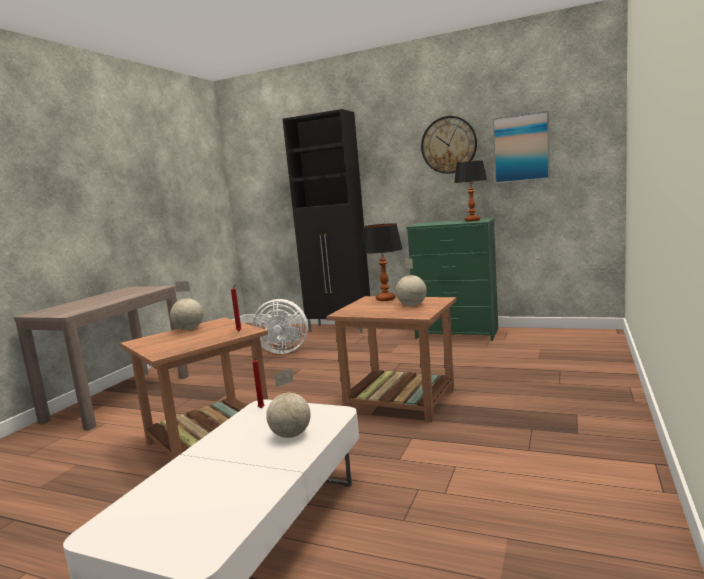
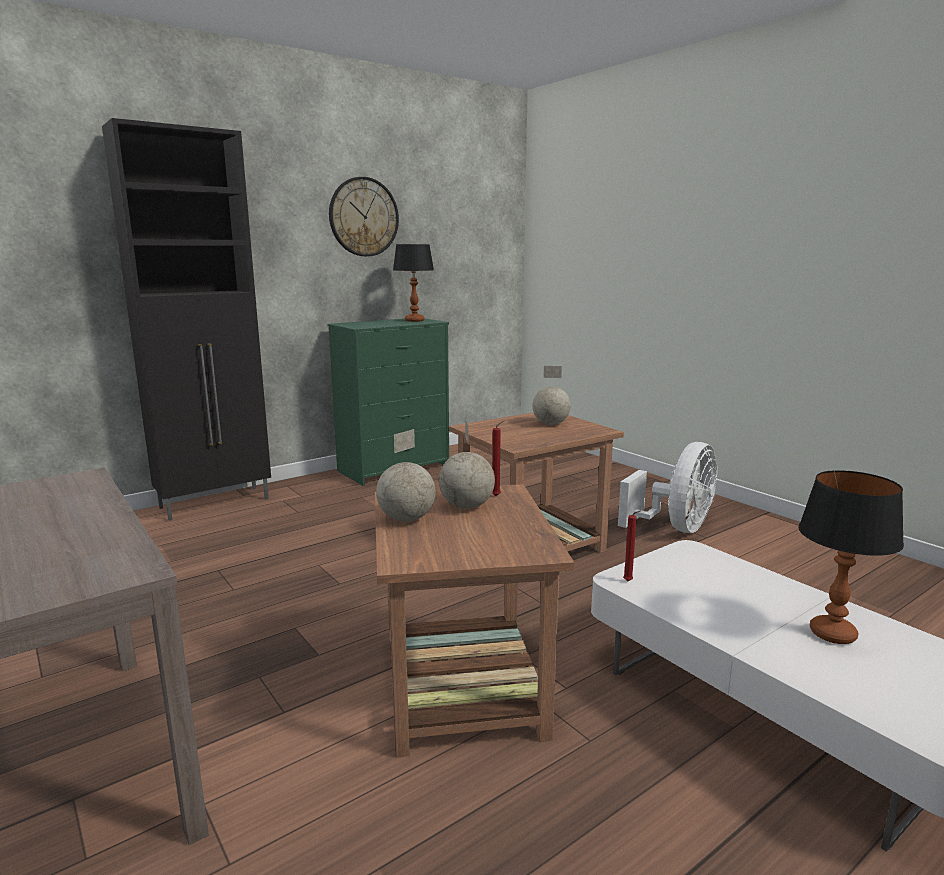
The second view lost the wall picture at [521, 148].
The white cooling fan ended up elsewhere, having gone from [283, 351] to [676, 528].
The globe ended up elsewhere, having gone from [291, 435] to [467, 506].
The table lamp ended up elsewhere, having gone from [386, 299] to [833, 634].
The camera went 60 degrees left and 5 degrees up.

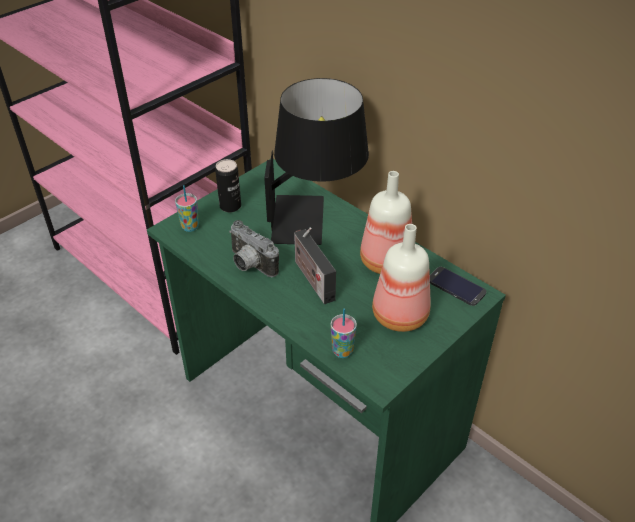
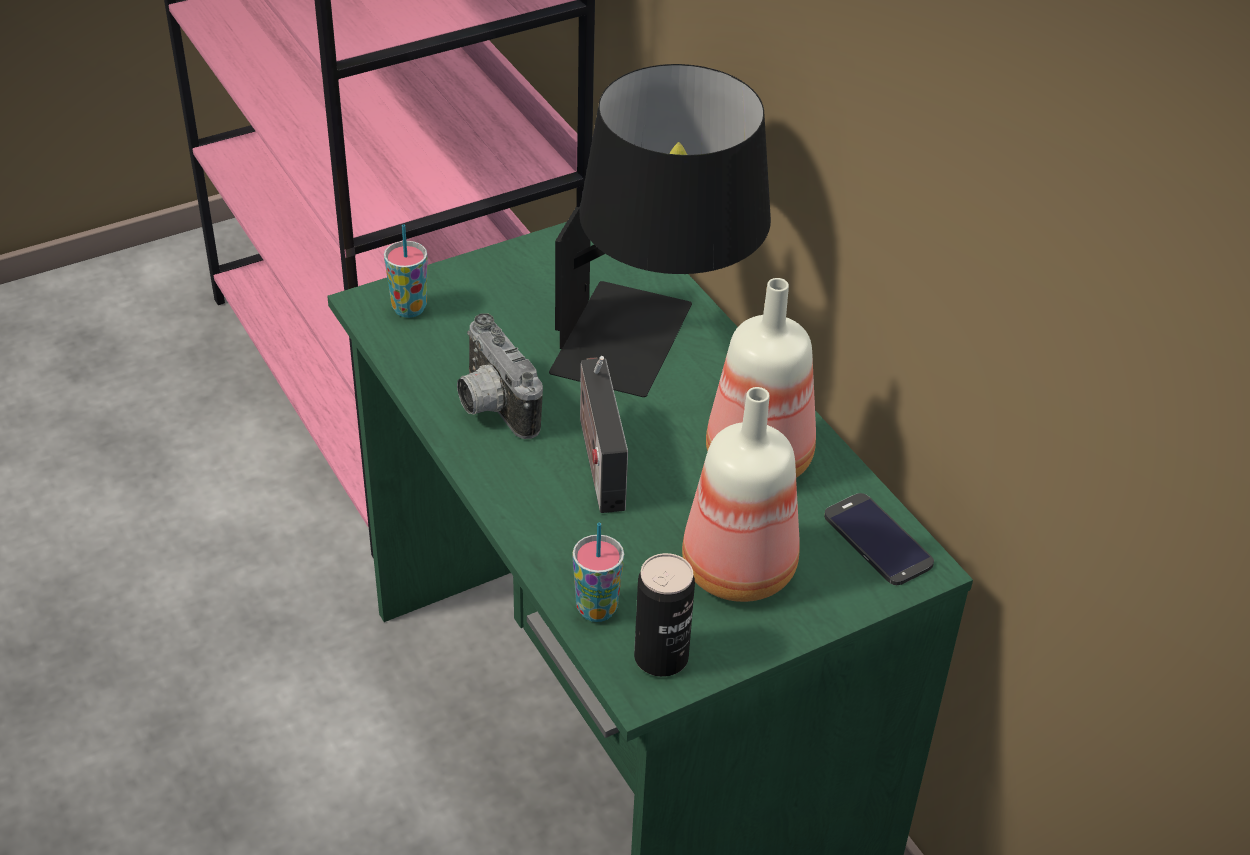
The can ended up elsewhere, having gone from [230, 206] to [661, 657].
The camera went 15 degrees right and 0 degrees up.

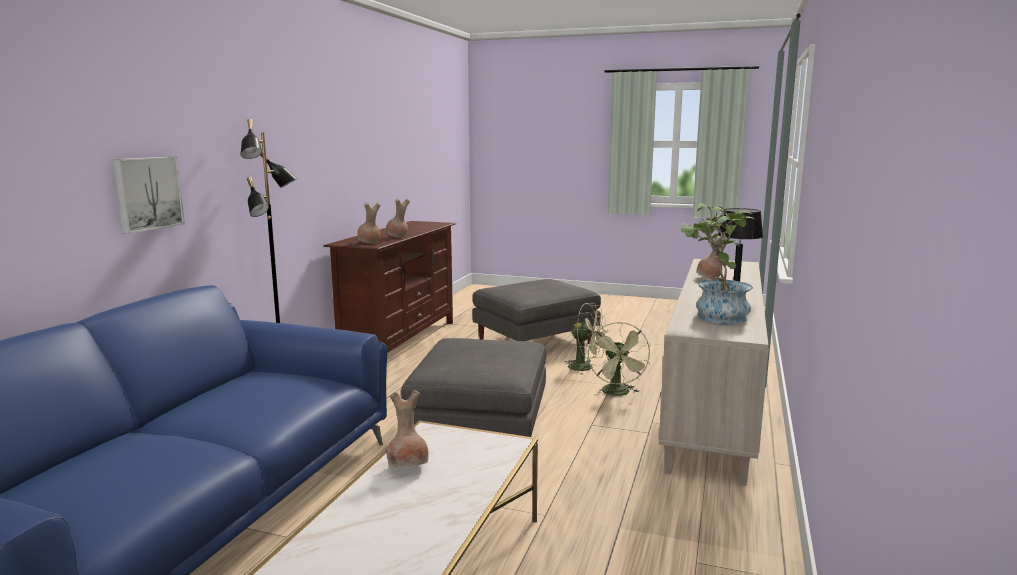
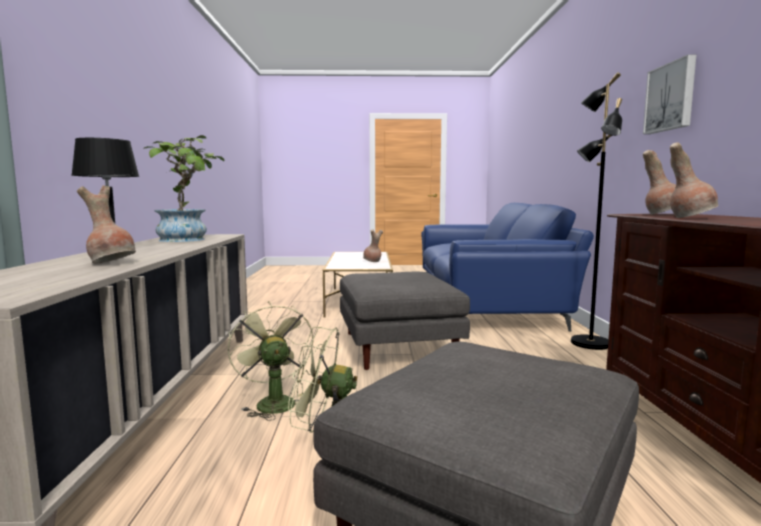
The wall picture ended up elsewhere, having gone from [147, 193] to [671, 97].
The camera went 160 degrees right and 5 degrees down.

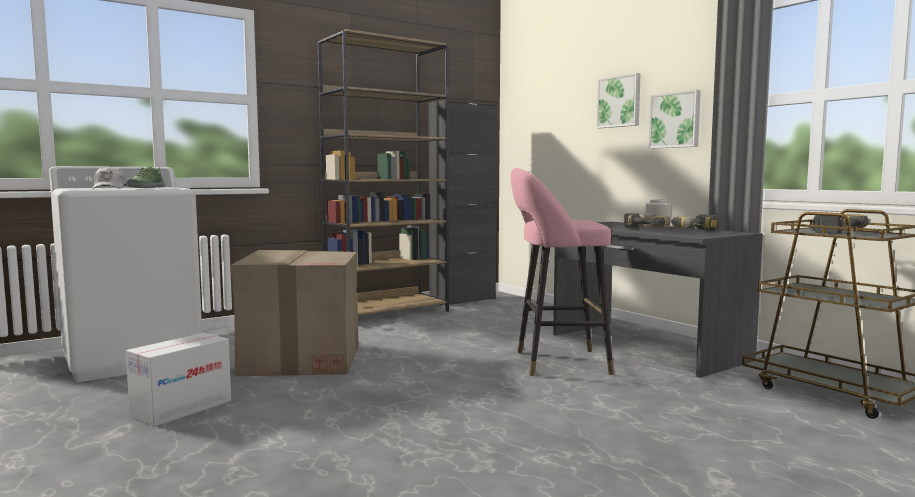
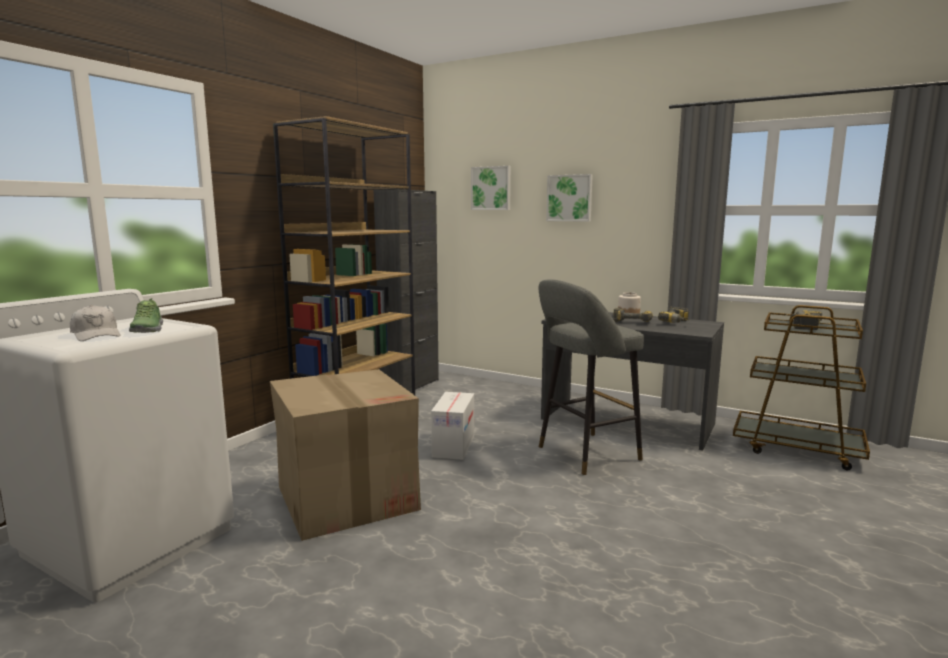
The cardboard box ended up elsewhere, having gone from [182, 408] to [453, 446].
The wall picture ended up elsewhere, having gone from [675, 120] to [491, 188].
What was the pink-coloured sitting stool at [556, 363] turned into the gray sitting stool at [584, 454].
The camera went 25 degrees left and 5 degrees up.

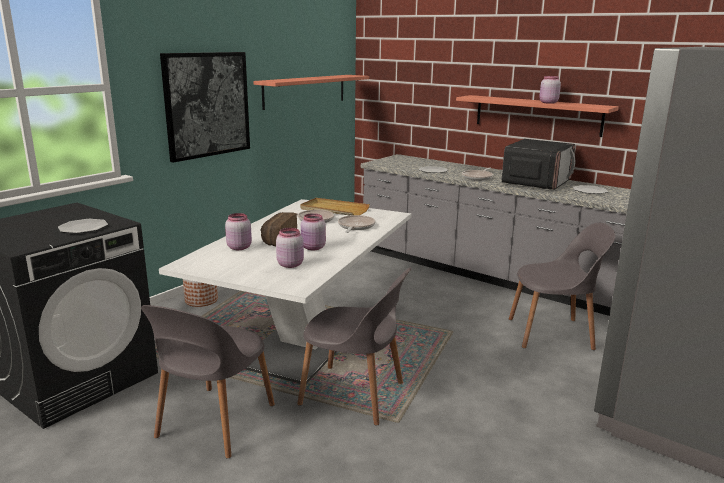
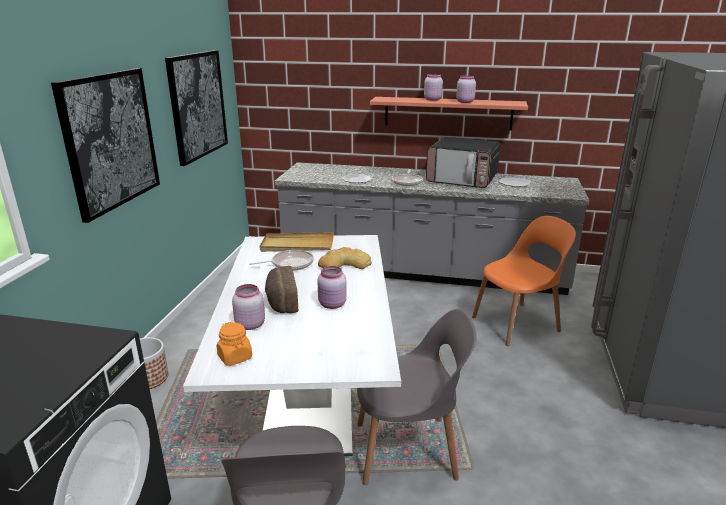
The second view lost the plate at [83, 227].
The second view gained the orangey preserve jar at [235, 357].
The pink-coloured preserve jar ended up elsewhere, having gone from [290, 264] to [432, 99].
Where the bracket shelf hung at [305, 91], the wall picture came to hang at [197, 105].
Where the frying pan stood at [355, 227], the bread came to stand at [344, 264].
What was the gray plain chair at [553, 334] turned into the orangey plain chair at [517, 323].
The microwave oven at [537, 182] ended up facing another way, 105 degrees clockwise from before.
The camera went 25 degrees left and 5 degrees up.

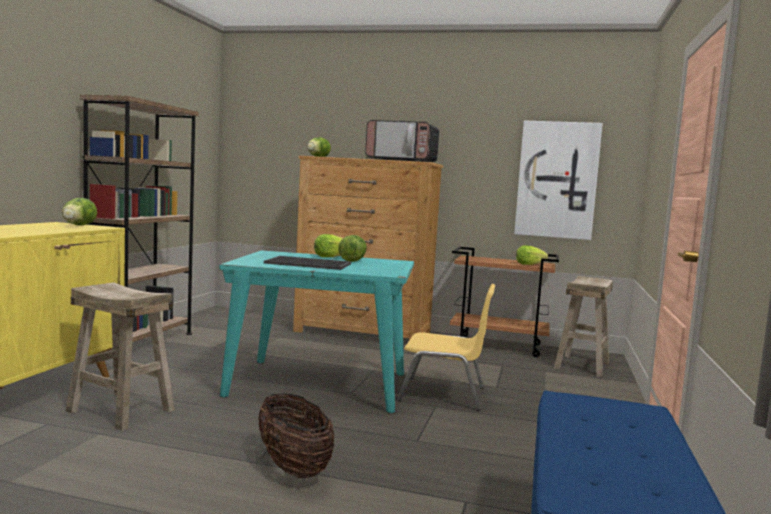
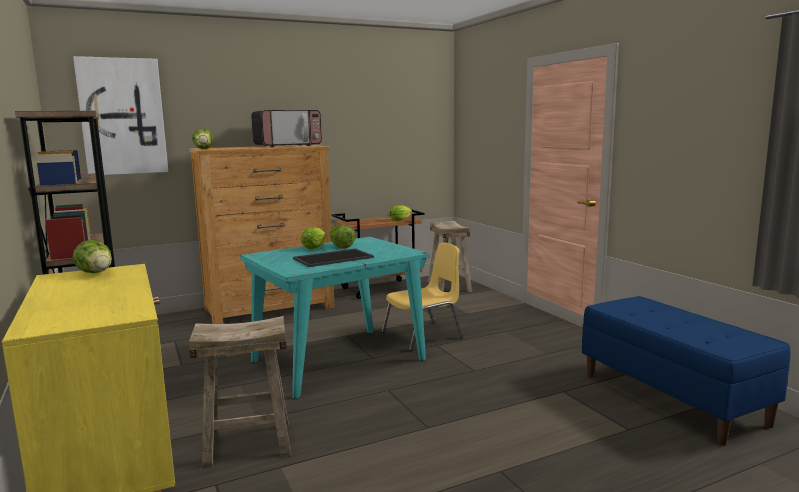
The second view lost the storage basket at [293, 467].
The wall picture ended up elsewhere, having gone from [557, 180] to [123, 116].
The camera went 40 degrees left and 5 degrees up.

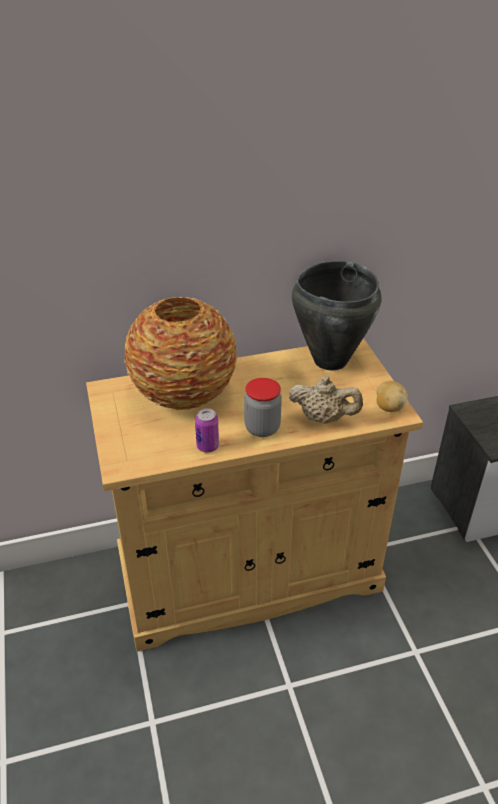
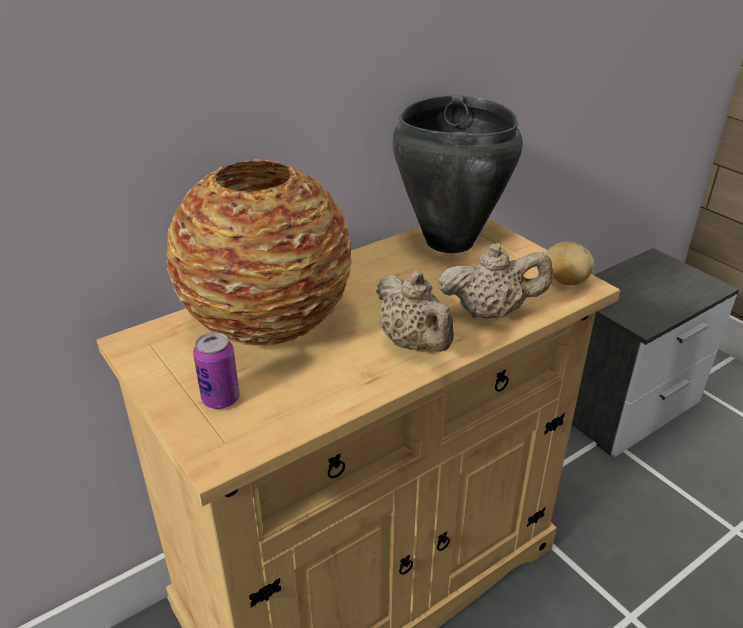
The can ended up elsewhere, having gone from [207, 446] to [221, 399].
Where the preserve jar stood at [262, 428], the sand-coloured pot for tea came to stand at [414, 344].
The camera went 20 degrees left and 5 degrees down.

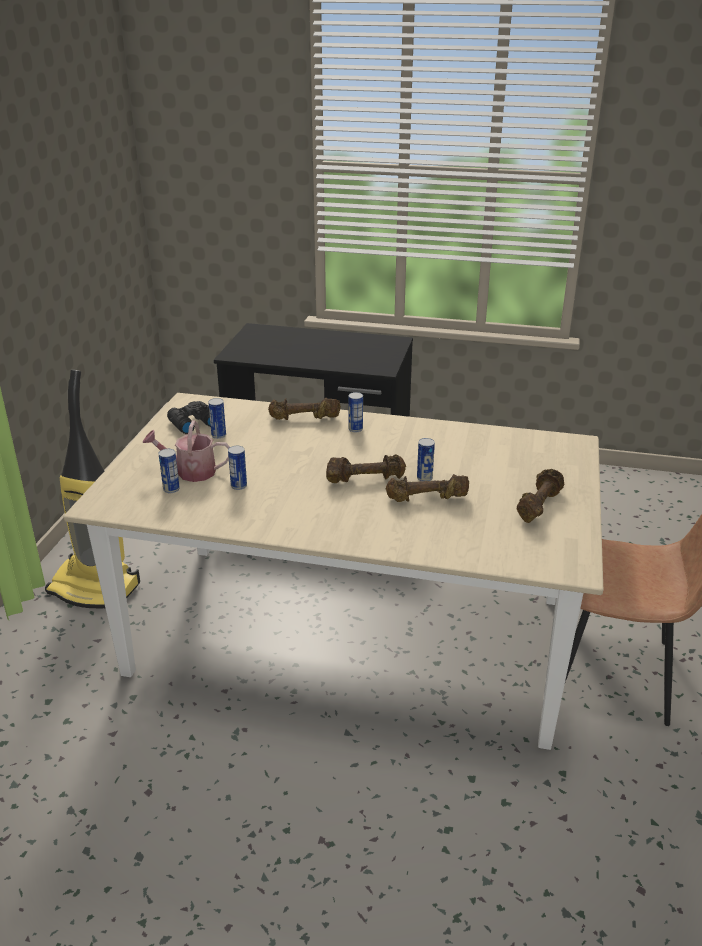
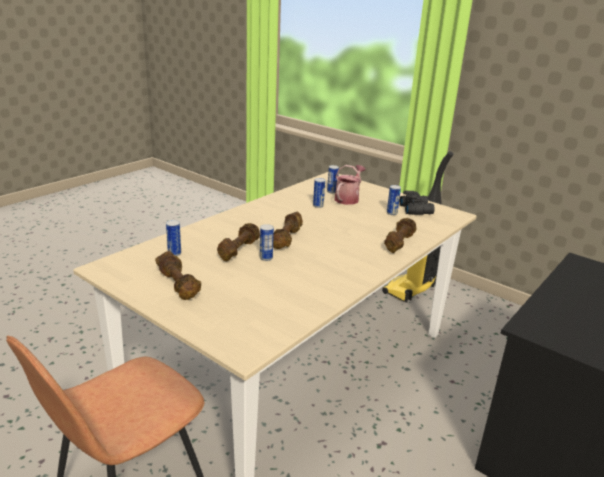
The can ended up elsewhere, having gone from [355, 429] to [174, 254].
The camera went 115 degrees right and 5 degrees down.

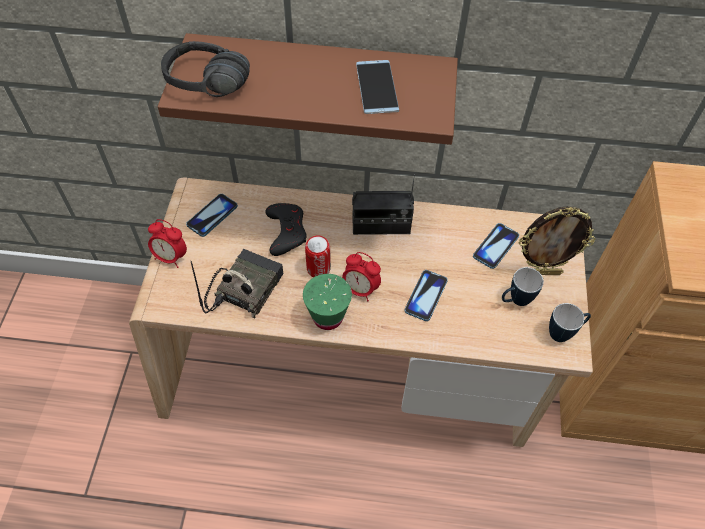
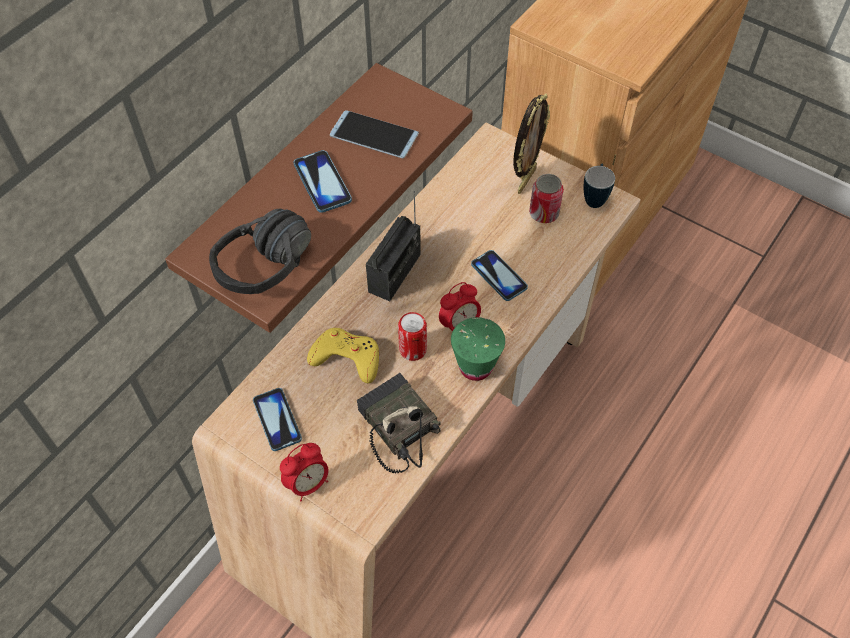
The handset ended up elsewhere, having gone from [495, 246] to [322, 182].
Where the coffee mug stood at [515, 301], the can came to stand at [544, 213].
What was the blackish gamepad at [286, 231] turned into the yellow gamepad at [346, 358].
The camera went 60 degrees left and 0 degrees up.

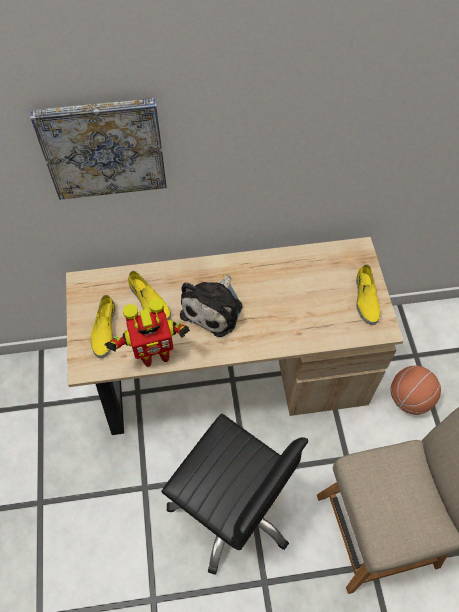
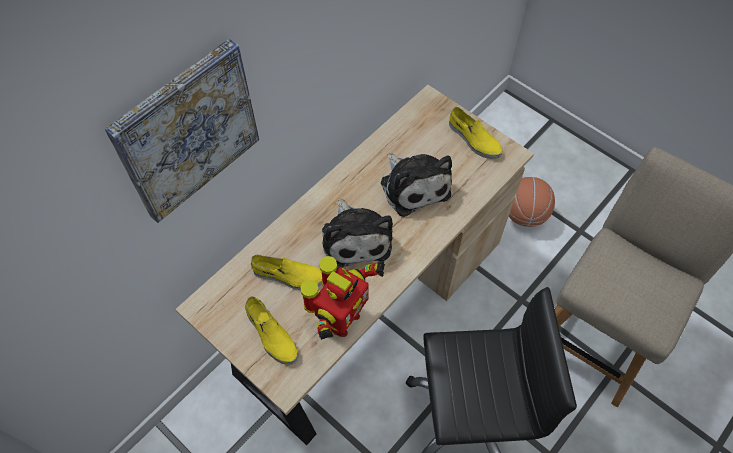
The second view gained the plush toy at [413, 185].
The camera went 40 degrees left and 0 degrees up.

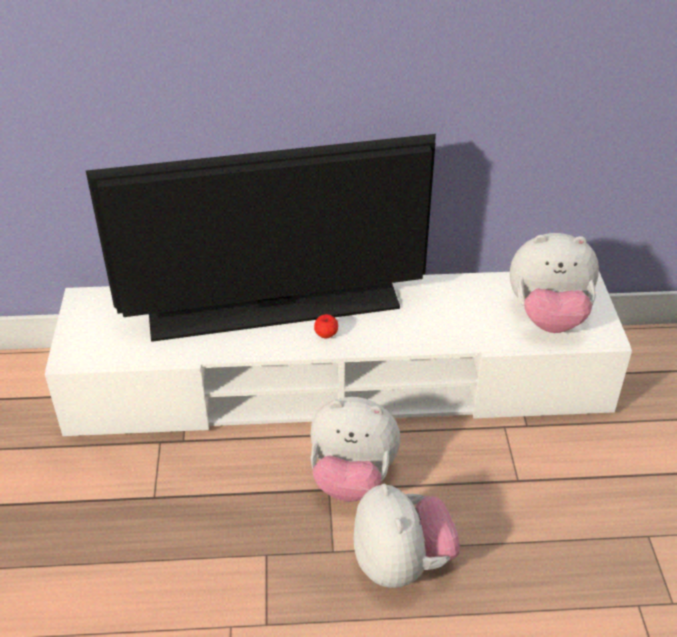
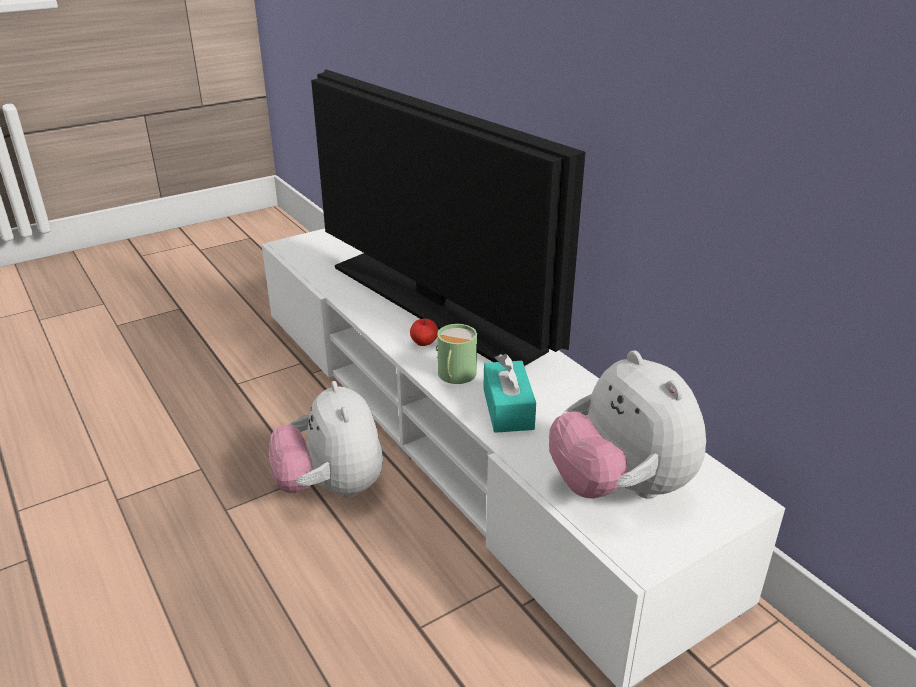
The second view lost the plush toy at [402, 563].
The second view gained the greenish coffee mug at [455, 375].
The second view gained the blue-green tissue box at [508, 408].
The camera went 60 degrees right and 10 degrees down.

